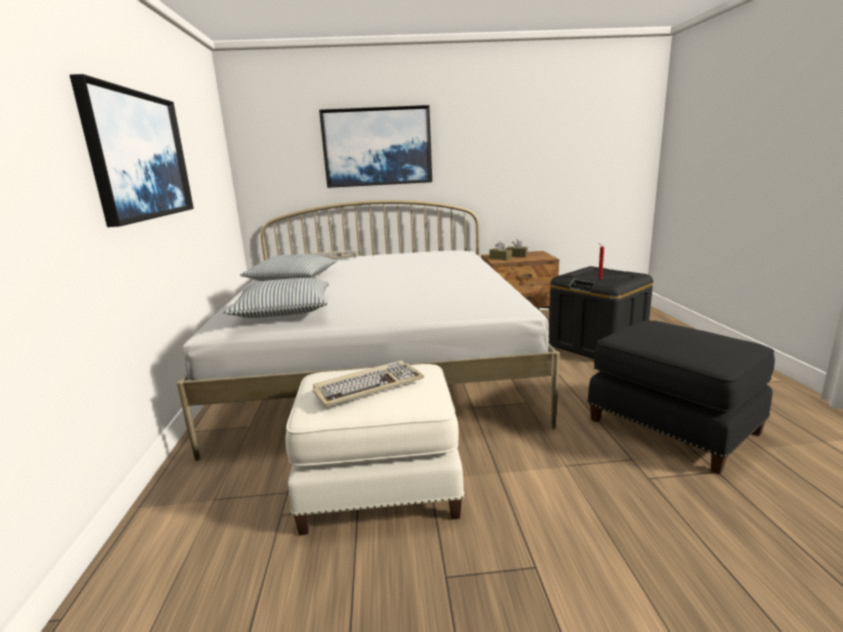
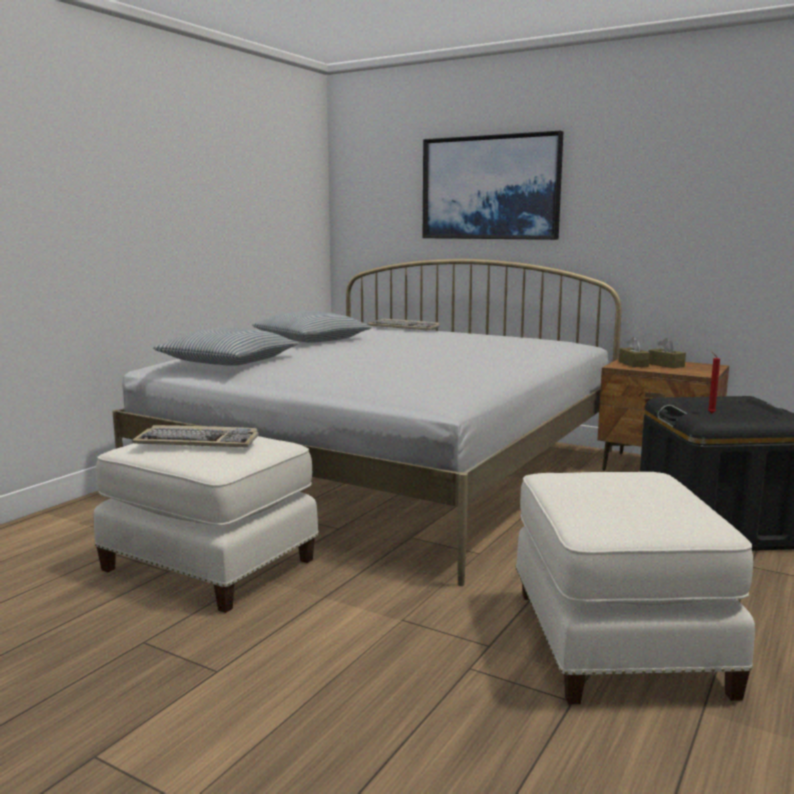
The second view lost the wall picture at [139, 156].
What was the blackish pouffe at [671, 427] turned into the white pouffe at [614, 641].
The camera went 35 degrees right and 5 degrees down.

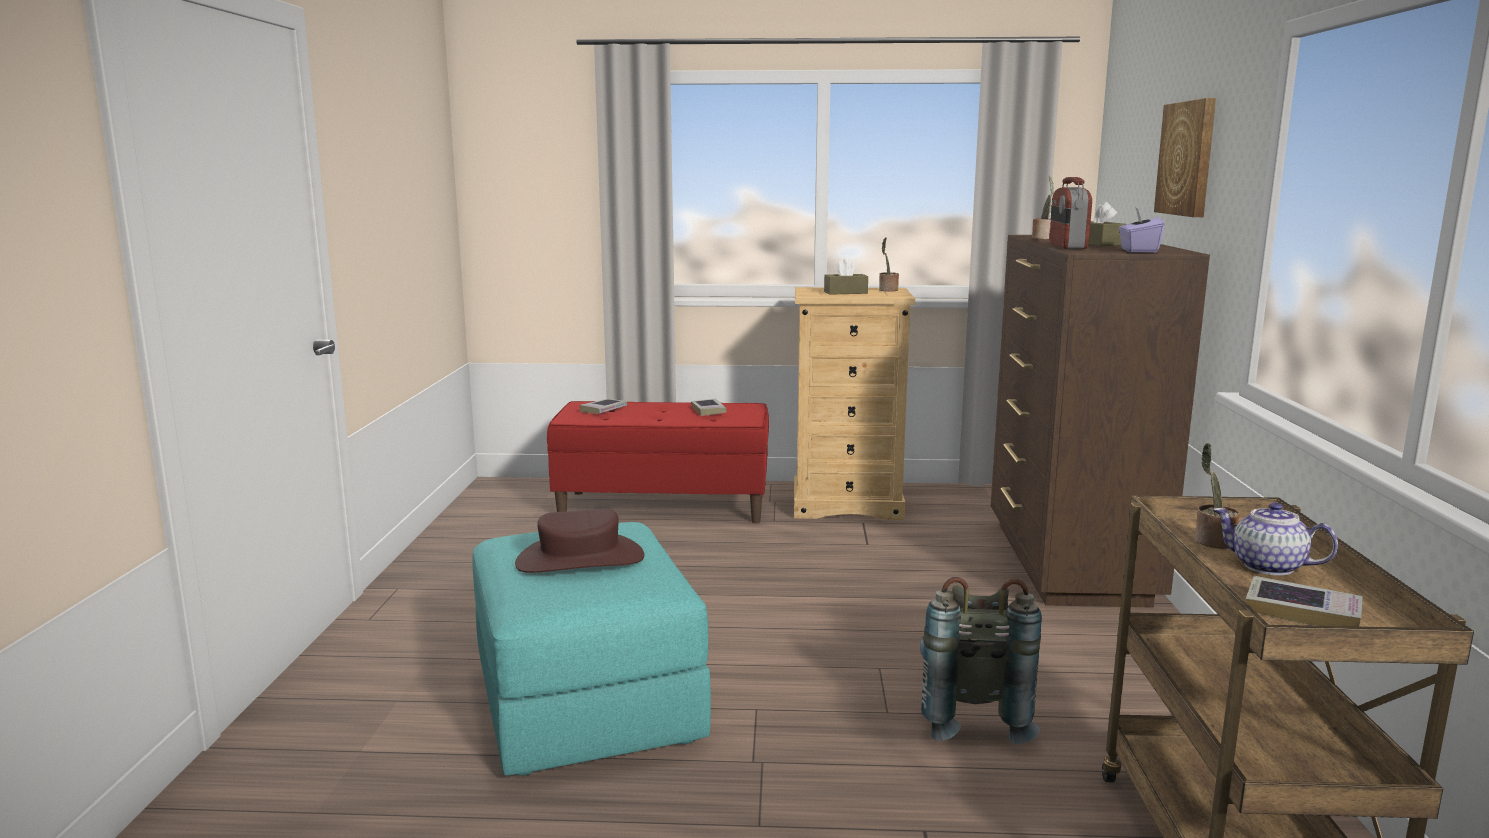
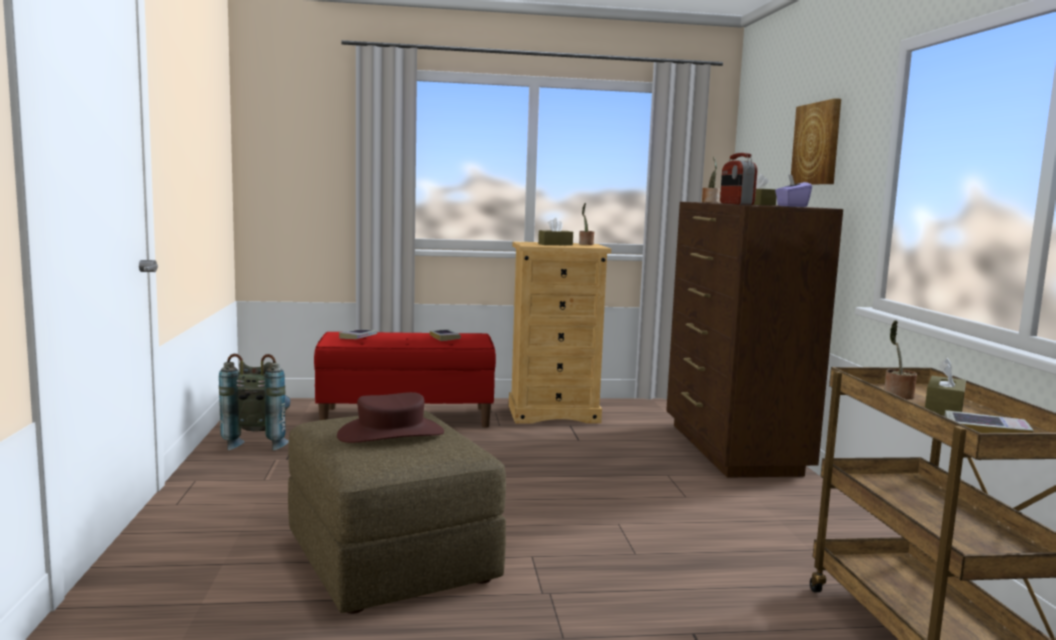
The gray knapsack ended up elsewhere, having gone from [970, 716] to [259, 442].
Where the pot for tea stood at [1267, 566], the brown-coloured tissue box came to stand at [944, 408].
What was the blue-green pouffe at [586, 703] turned into the brown-coloured pouffe at [390, 558].
The camera went 10 degrees left and 5 degrees down.

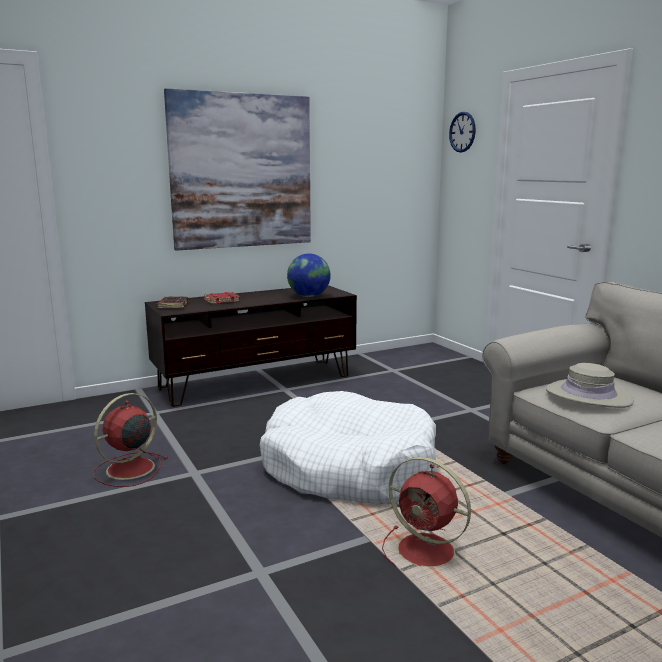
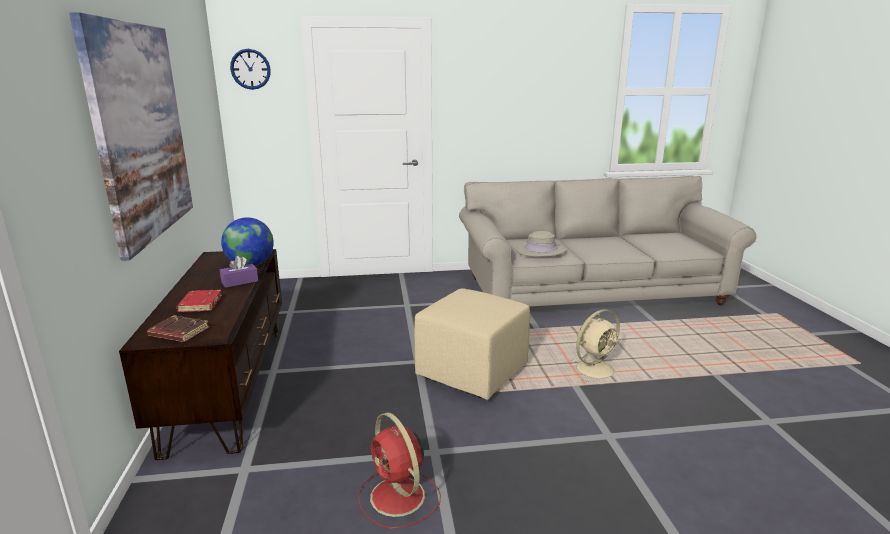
The second view gained the purplish tissue box at [240, 281].
Where the white pet bed stood at [349, 468], the sand-coloured pouffe came to stand at [472, 372].
What was the red-coloured cooling fan at [428, 551] turned into the sand-coloured cooling fan at [596, 369].
The camera went 70 degrees left and 5 degrees up.

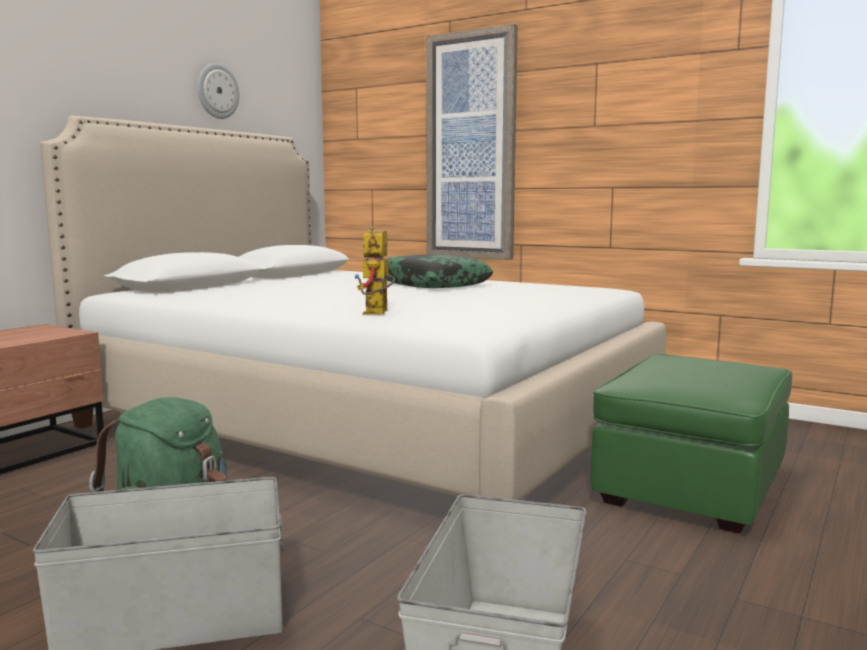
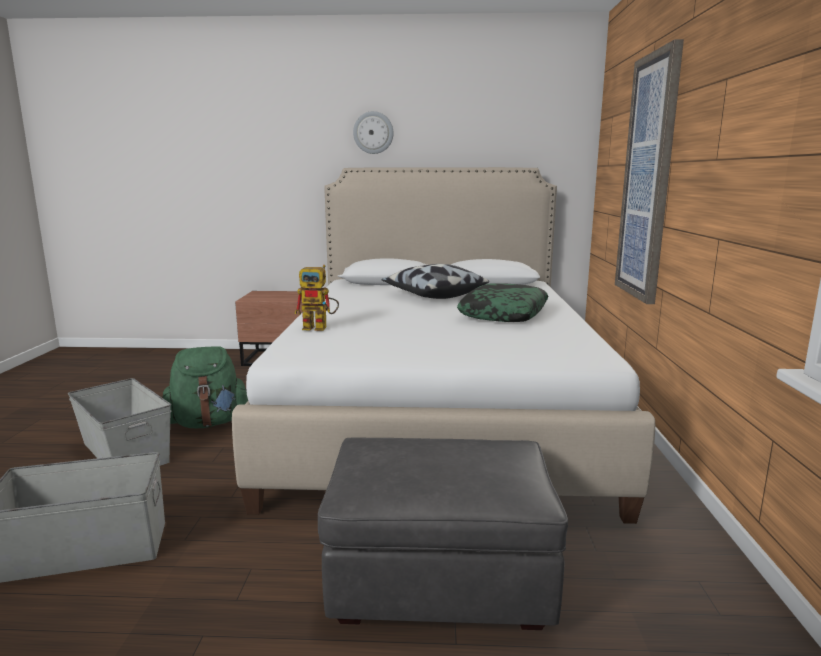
The second view gained the pillow at [433, 295].
The wall clock ended up elsewhere, having gone from [217, 91] to [373, 132].
What was the greenish pouffe at [691, 486] turned into the gray pouffe at [440, 578].
The model robot at [377, 314] ended up facing another way, 150 degrees counterclockwise from before.
The camera went 60 degrees right and 5 degrees up.

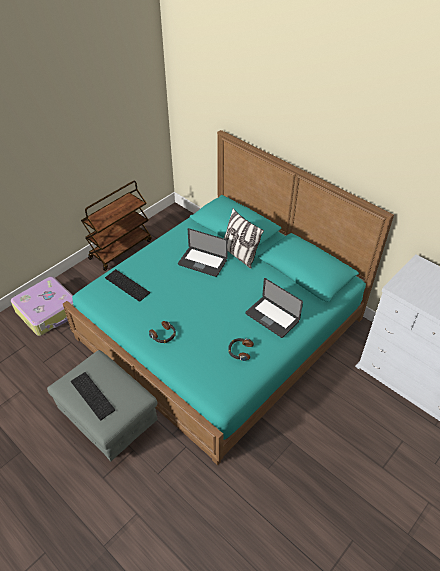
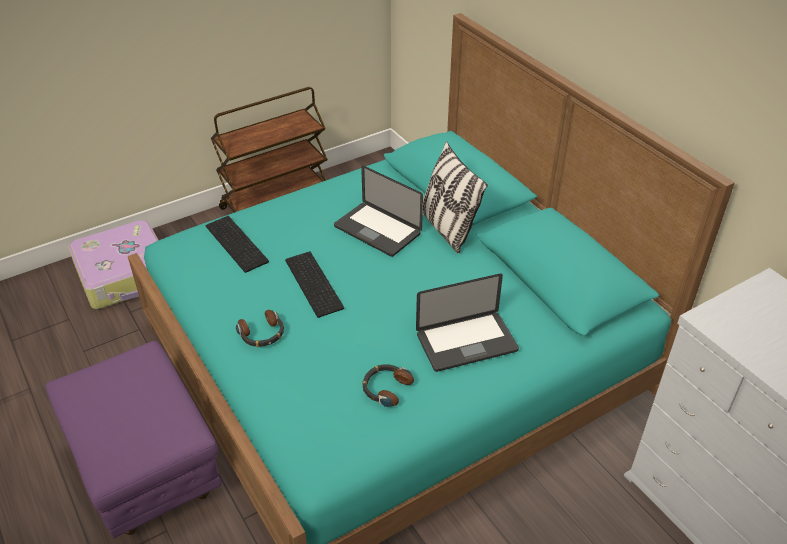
The computer keyboard ended up elsewhere, having gone from [93, 395] to [315, 284].
What was the gray pouffe at [110, 421] turned into the purplish pouffe at [149, 470].
The notebook computer at [272, 317] ended up facing another way, 75 degrees counterclockwise from before.
The camera went 15 degrees right and 5 degrees down.

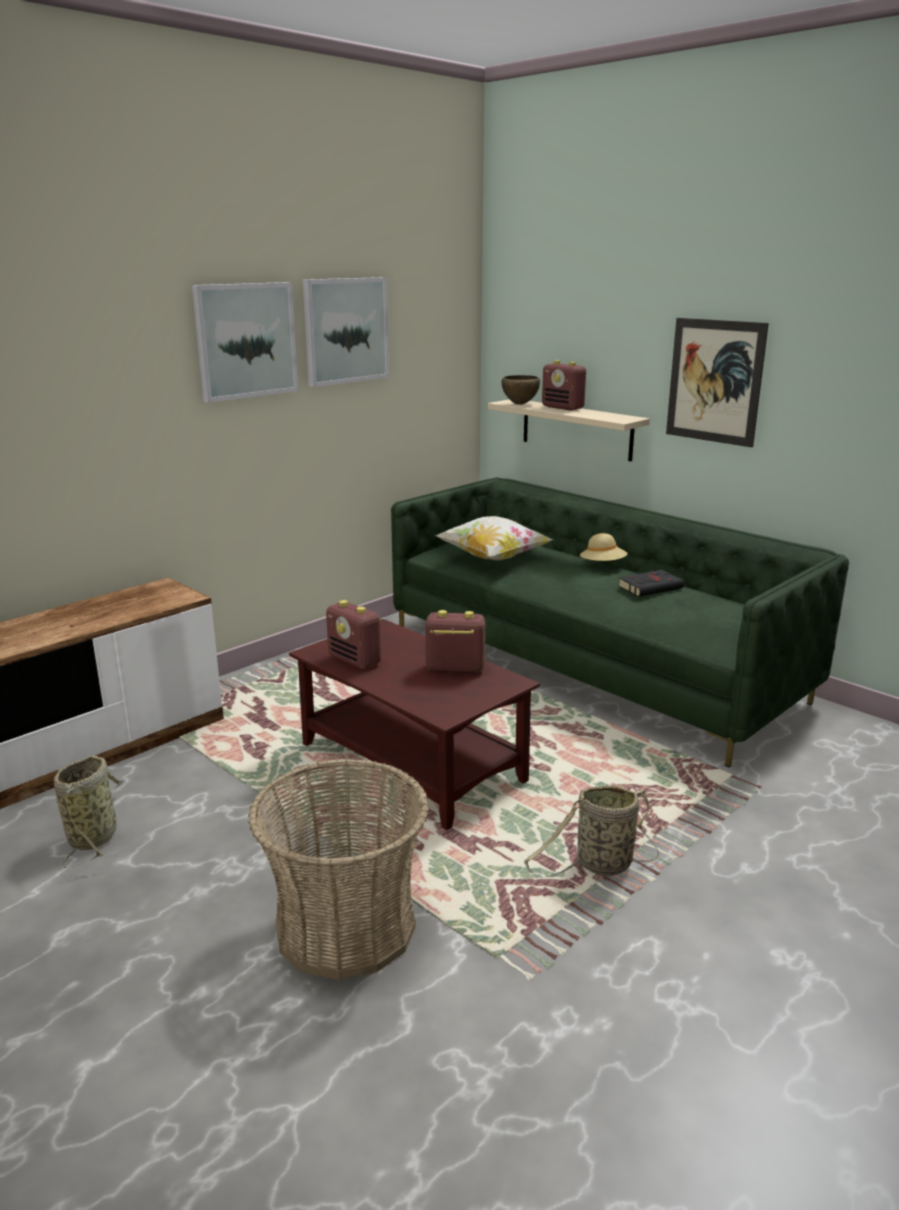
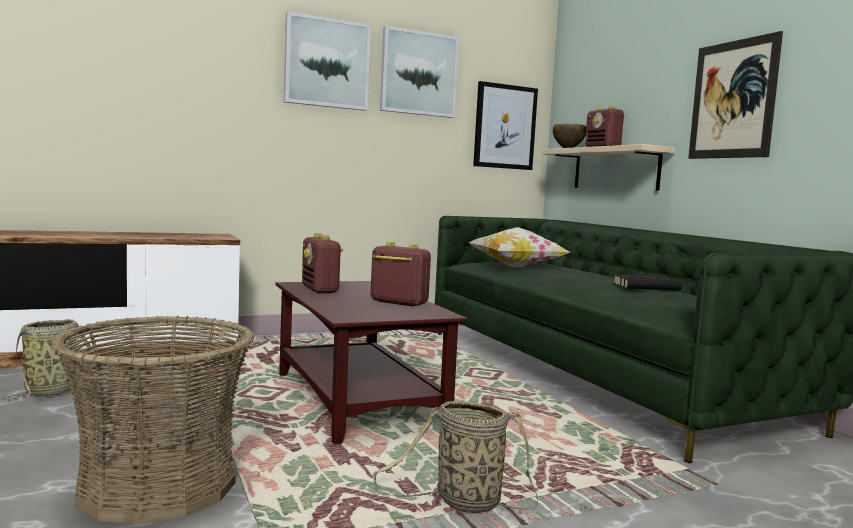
The second view lost the sand-coloured clothing hat at [603, 565].
The second view gained the wall picture at [504, 127].
The camera went 20 degrees right and 15 degrees down.

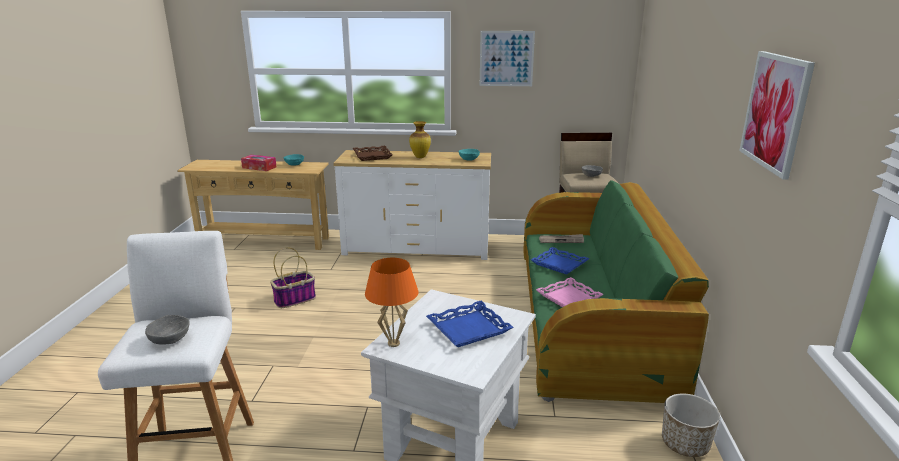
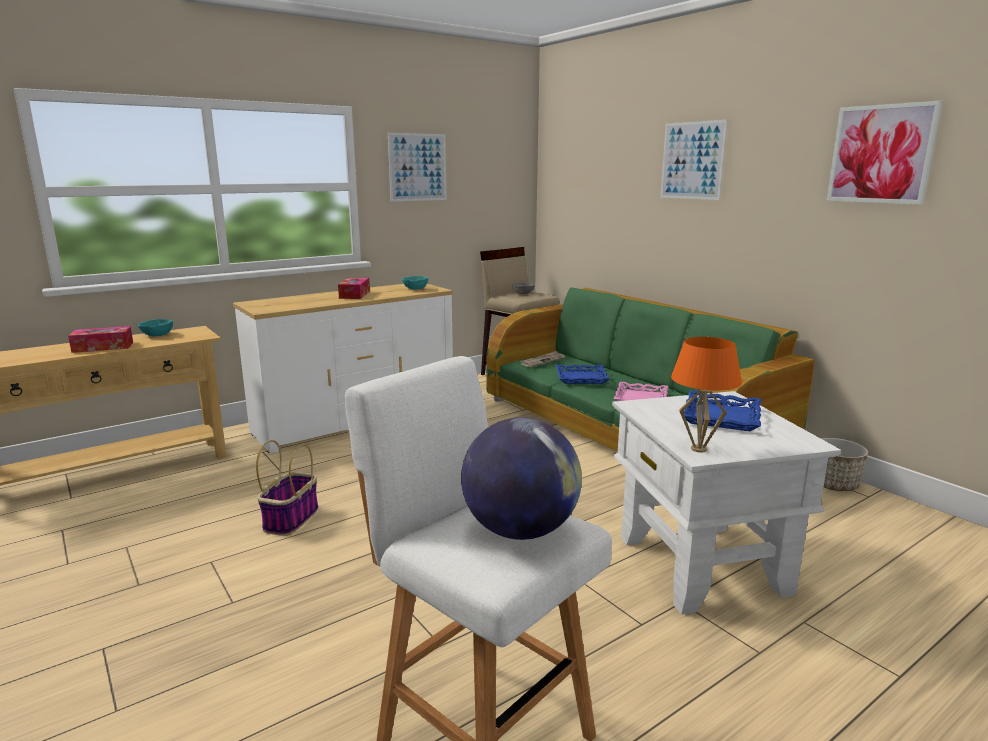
The second view lost the brown-coloured tray at [372, 156].
The second view gained the wall picture at [692, 160].
Where the gray serving bowl stood at [170, 340], the globe came to stand at [520, 530].
Where the vase stood at [420, 157], the tissue box came to stand at [354, 294].
The camera went 40 degrees left and 5 degrees down.

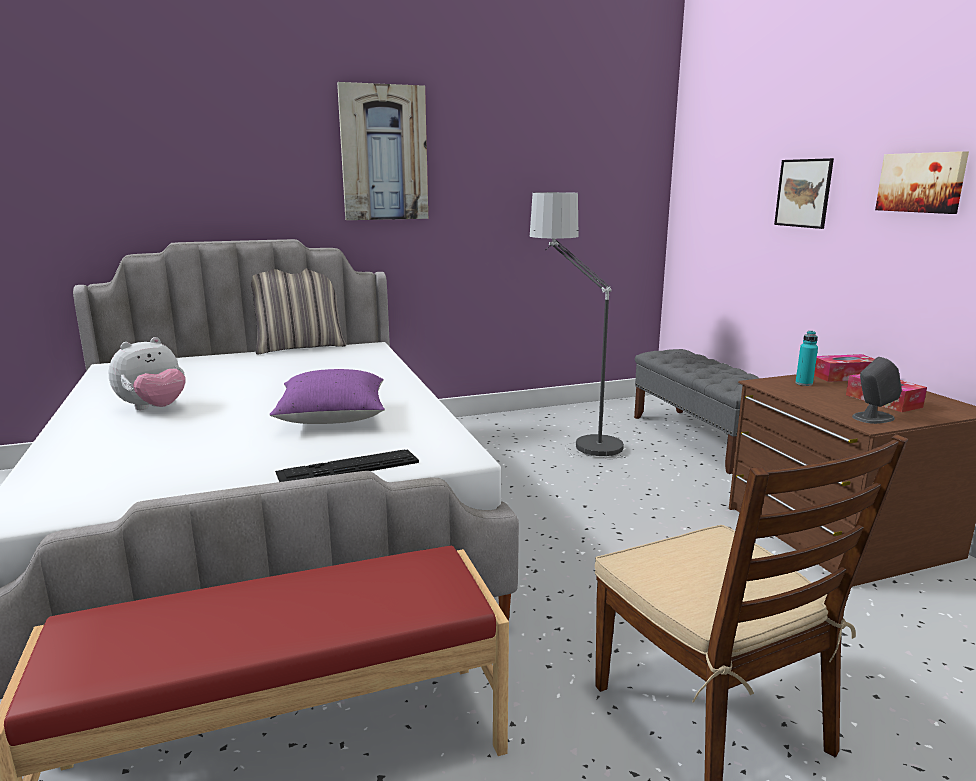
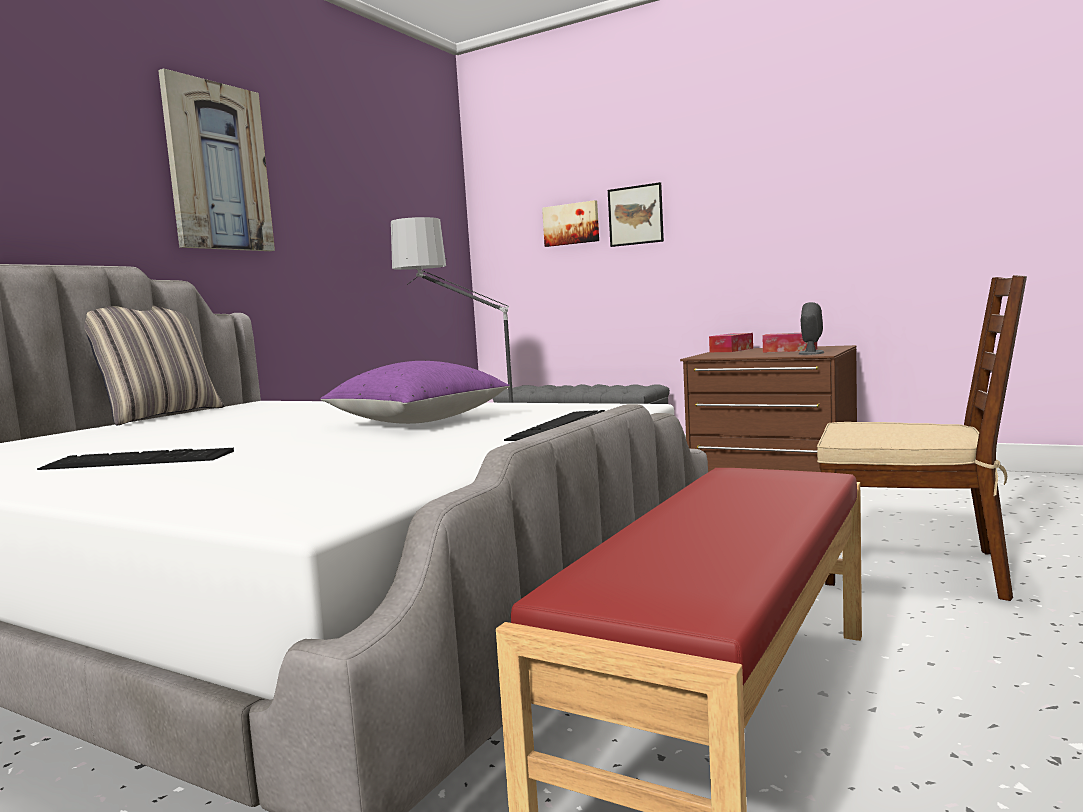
The second view lost the blue-green beverage bottle at [803, 383].
The wall picture ended up elsewhere, having gone from [922, 182] to [571, 224].
Where the plush toy stood at [154, 408], the computer keyboard came to stand at [138, 460].
The camera went 40 degrees left and 10 degrees down.

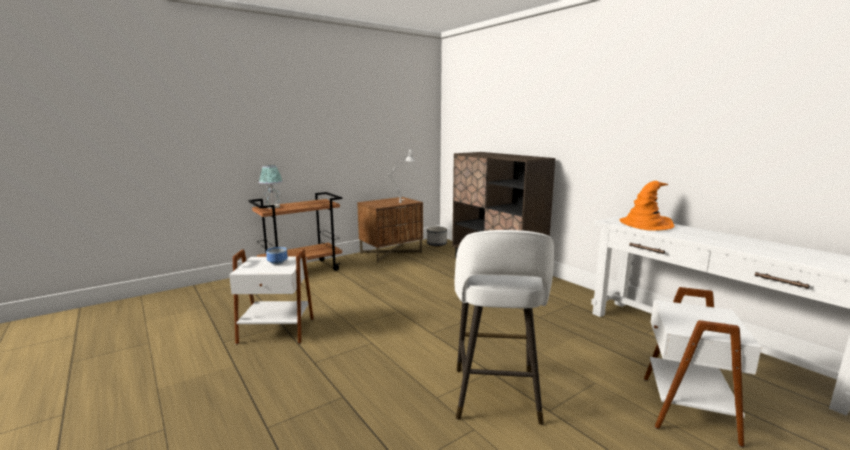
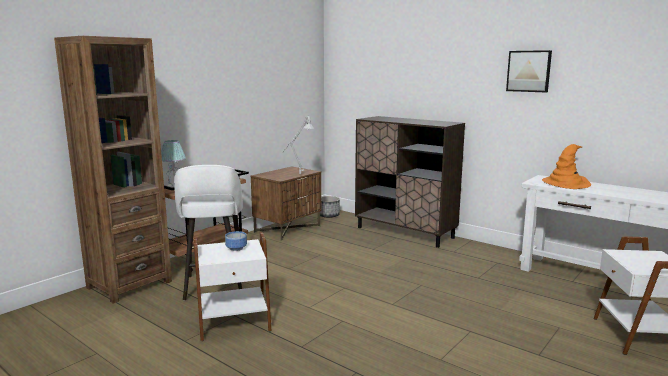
The second view gained the brown-coloured shelving unit at [129, 284].
The second view gained the wall picture at [529, 71].
The white sitting stool ended up elsewhere, having gone from [496, 397] to [214, 287].
The camera went 15 degrees left and 0 degrees up.

